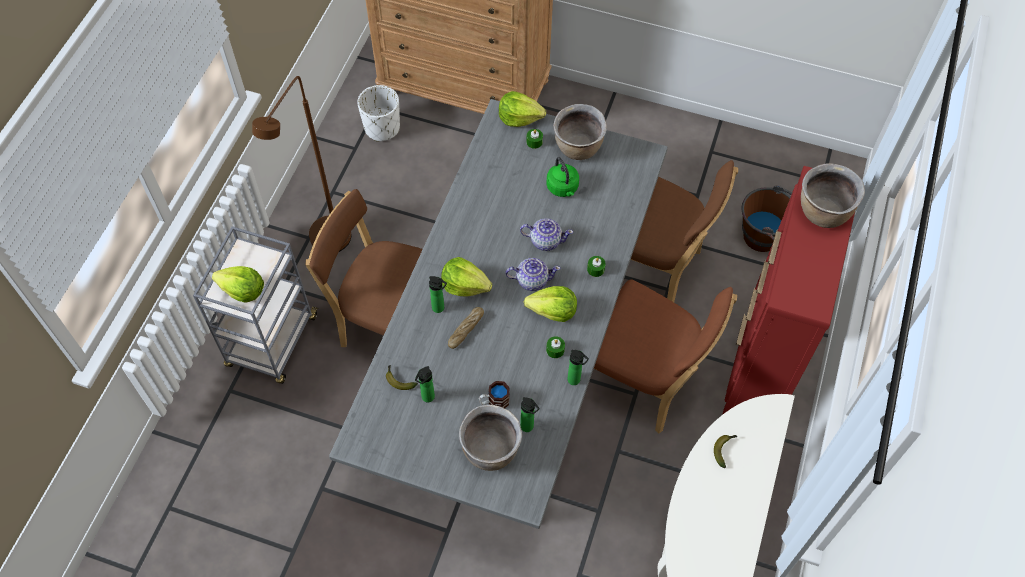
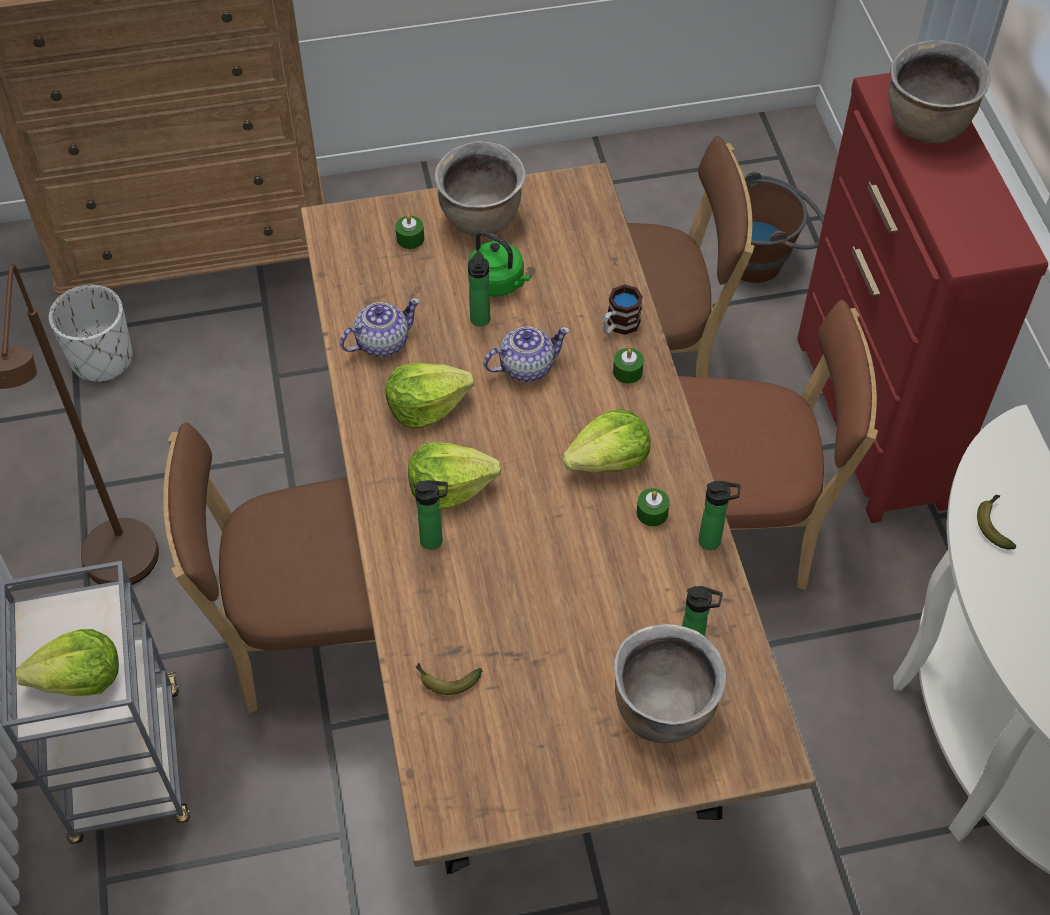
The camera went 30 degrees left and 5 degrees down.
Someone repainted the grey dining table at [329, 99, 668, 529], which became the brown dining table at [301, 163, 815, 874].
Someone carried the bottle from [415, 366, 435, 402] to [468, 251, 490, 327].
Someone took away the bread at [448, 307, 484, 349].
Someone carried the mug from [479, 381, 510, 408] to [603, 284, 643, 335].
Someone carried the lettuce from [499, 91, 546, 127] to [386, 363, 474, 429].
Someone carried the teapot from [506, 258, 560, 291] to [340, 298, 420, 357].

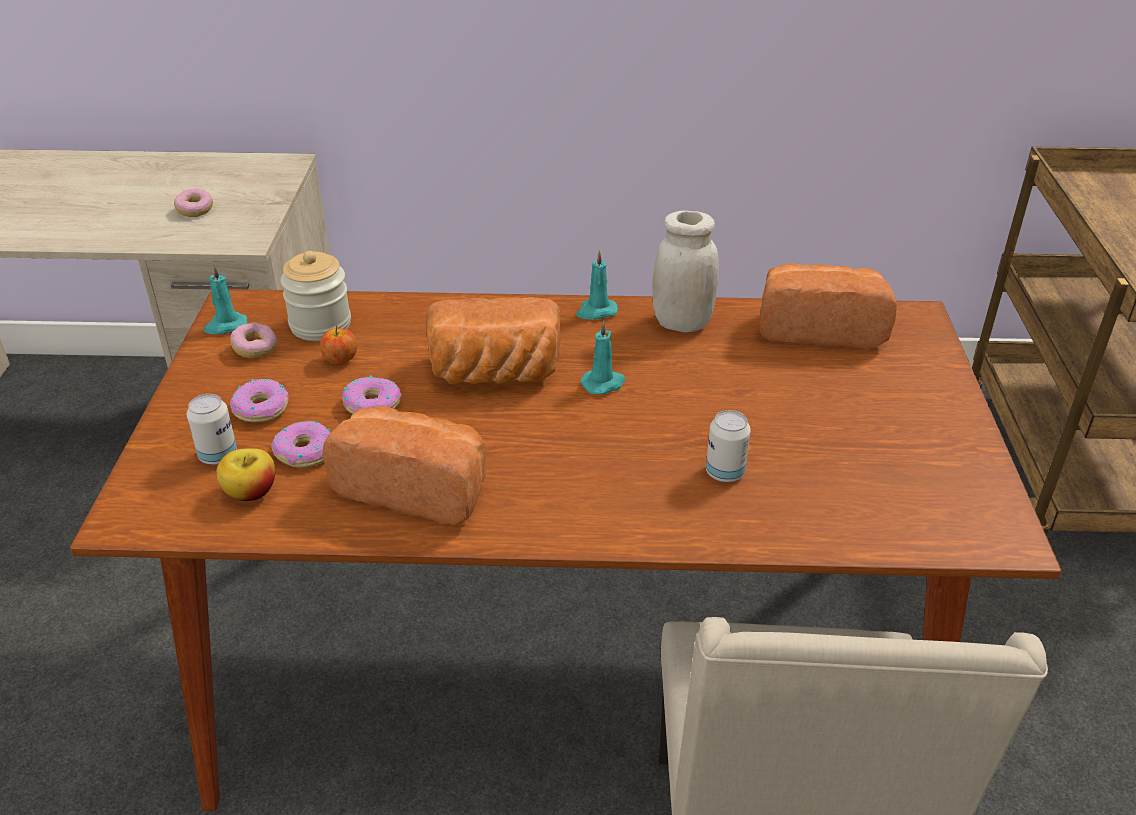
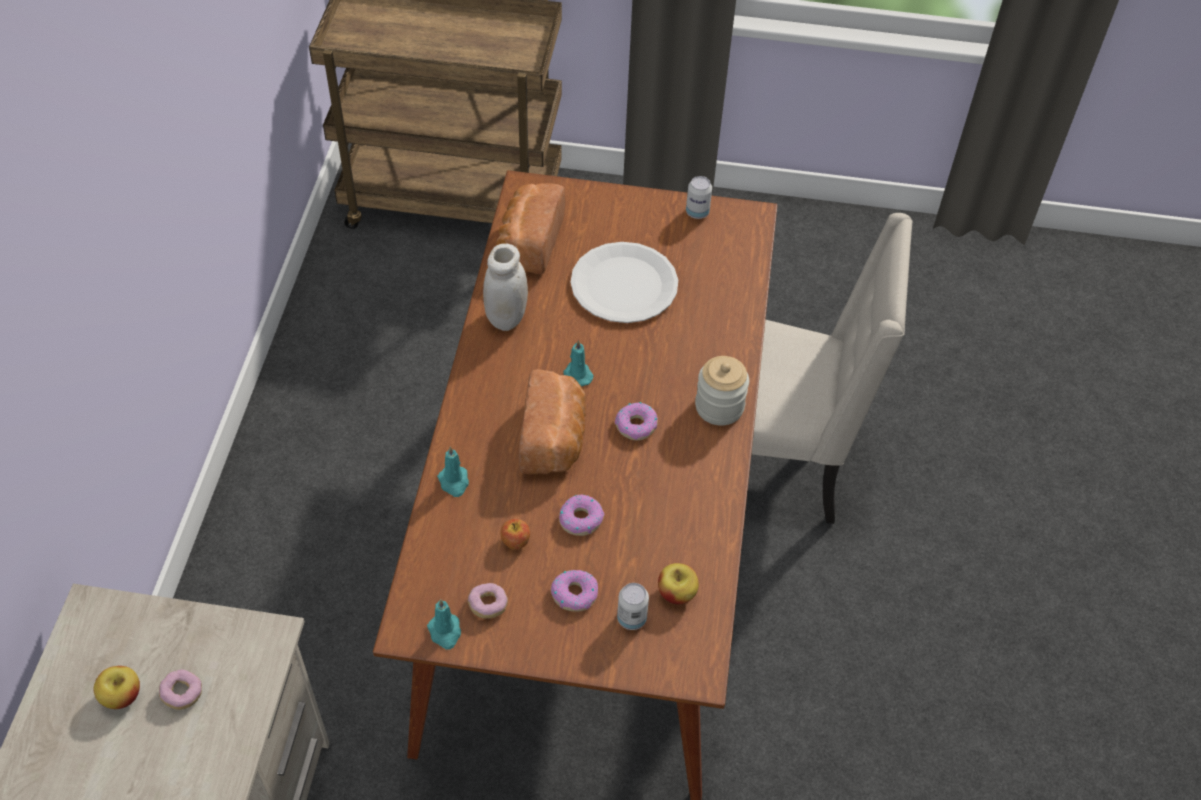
The camera went 85 degrees left and 15 degrees up.
Someone carried the donut from [271, 421, 330, 468] to [615, 402, 658, 440].
Someone carried the jar from [280, 251, 351, 341] to [695, 356, 749, 426].
Someone took away the bread at [322, 406, 486, 525].
Someone carried the turquoise candle from [576, 250, 618, 319] to [437, 446, 469, 497].
Someone carried the can from [706, 410, 751, 482] to [686, 176, 712, 219].
Someone put down the apple at [94, 666, 140, 709].
Someone put down the white plate at [571, 242, 678, 323].

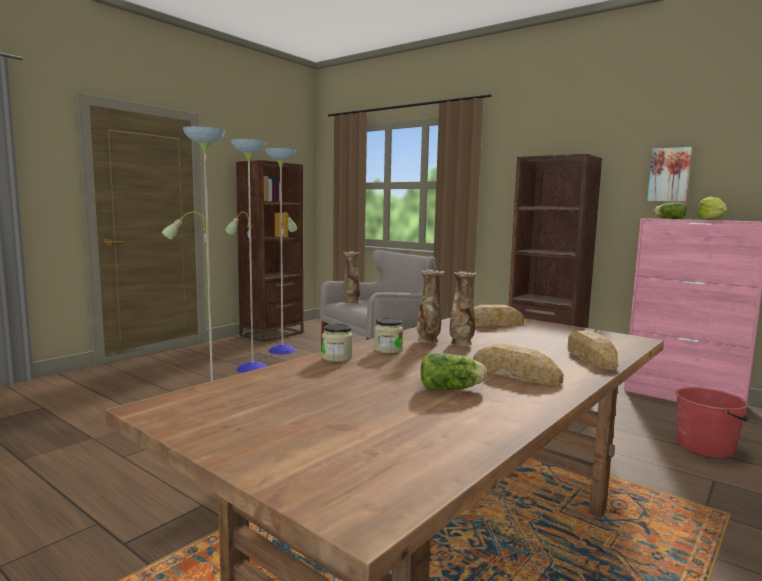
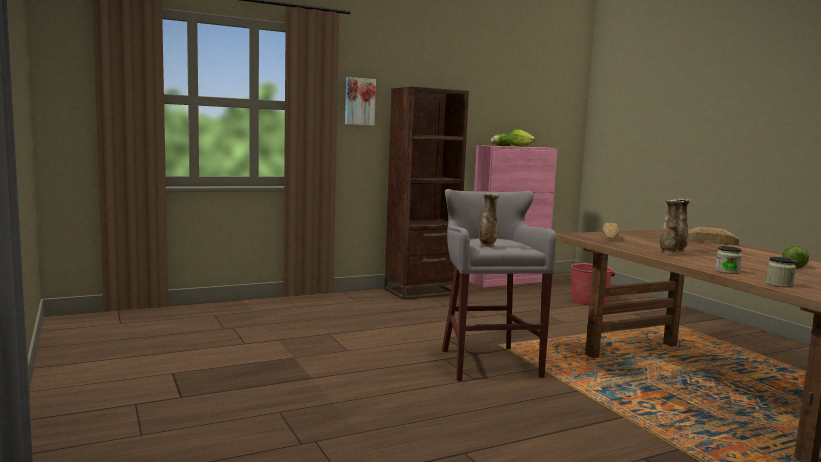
The camera went 65 degrees left and 0 degrees up.
Someone took away the floor lamp at [162, 126, 297, 381].
Someone took away the brown bookcase at [236, 160, 304, 342].
Someone carried the jar from [374, 318, 403, 354] to [765, 257, 796, 288].
Someone took away the bread at [473, 343, 564, 386].
Someone carried the picture from [647, 147, 692, 202] to [345, 77, 376, 126].

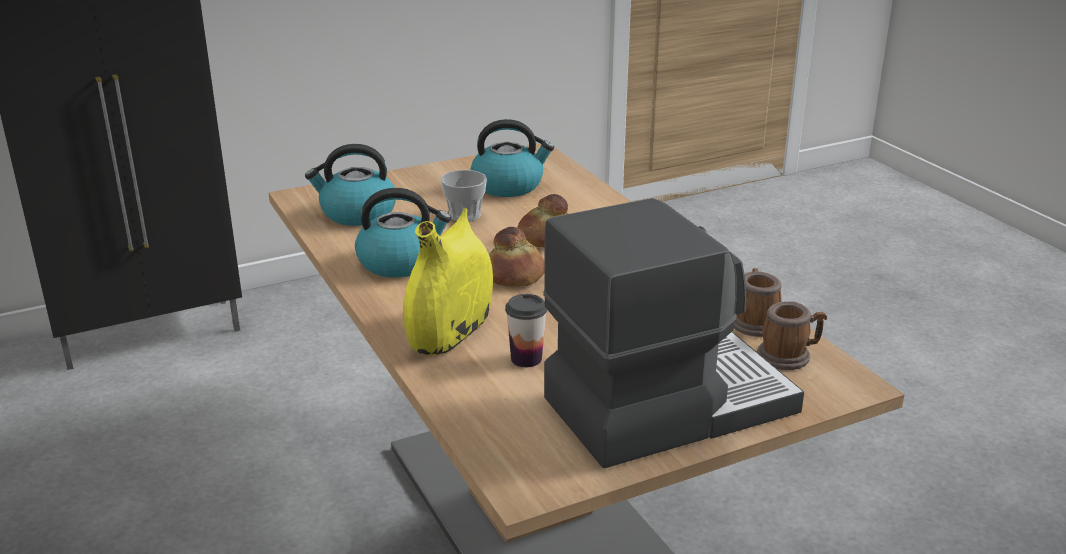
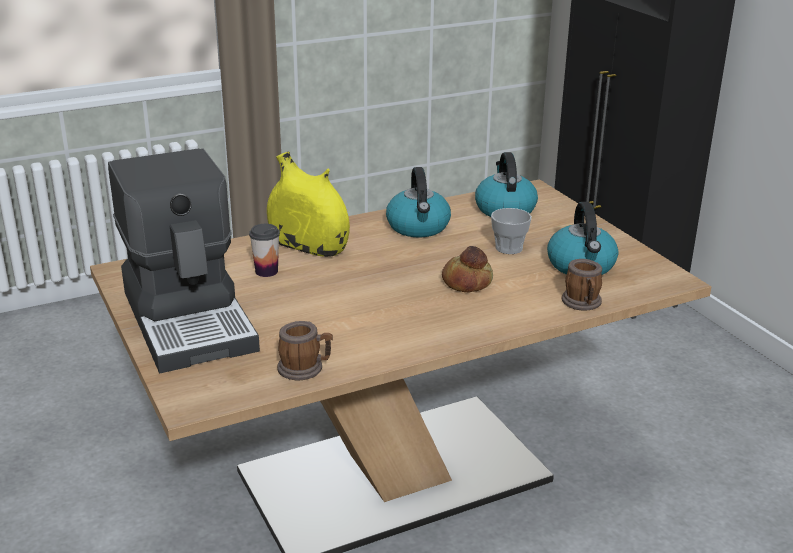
The camera went 90 degrees right and 0 degrees up.
Someone took away the bread at [489, 227, 545, 287].
Someone carried the mug from [757, 301, 827, 370] to [562, 259, 602, 310].

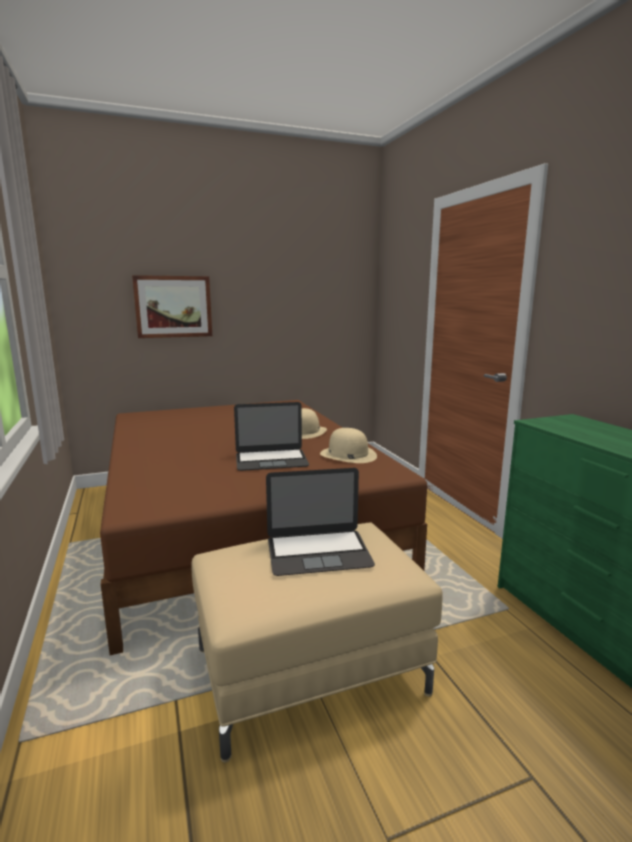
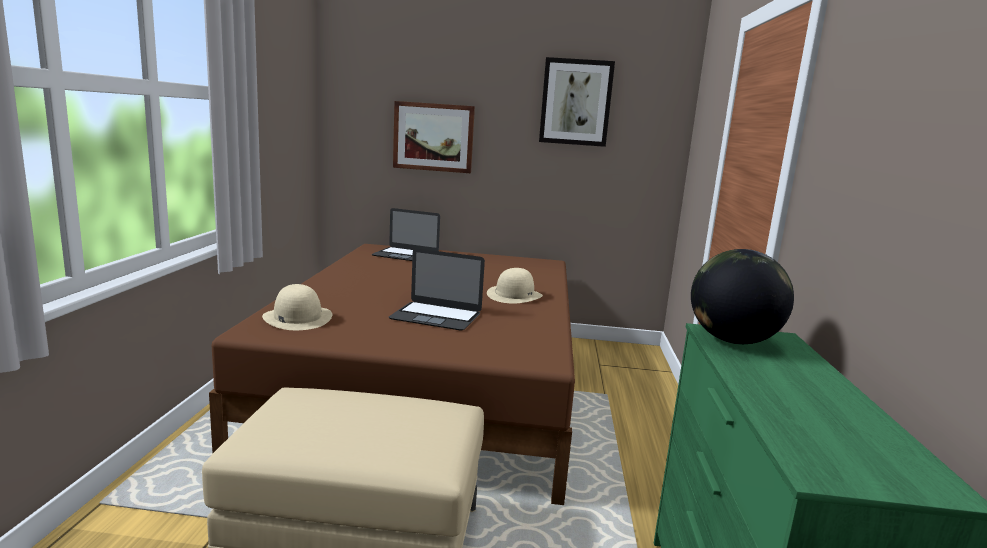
The camera went 25 degrees right and 0 degrees up.
Someone carried the laptop from [266, 468, 375, 576] to [372, 208, 440, 261].
Someone carried the beige hat from [320, 428, 377, 463] to [262, 284, 332, 330].
Someone put up the picture at [539, 57, 615, 147].
Someone put down the globe at [691, 249, 794, 344].

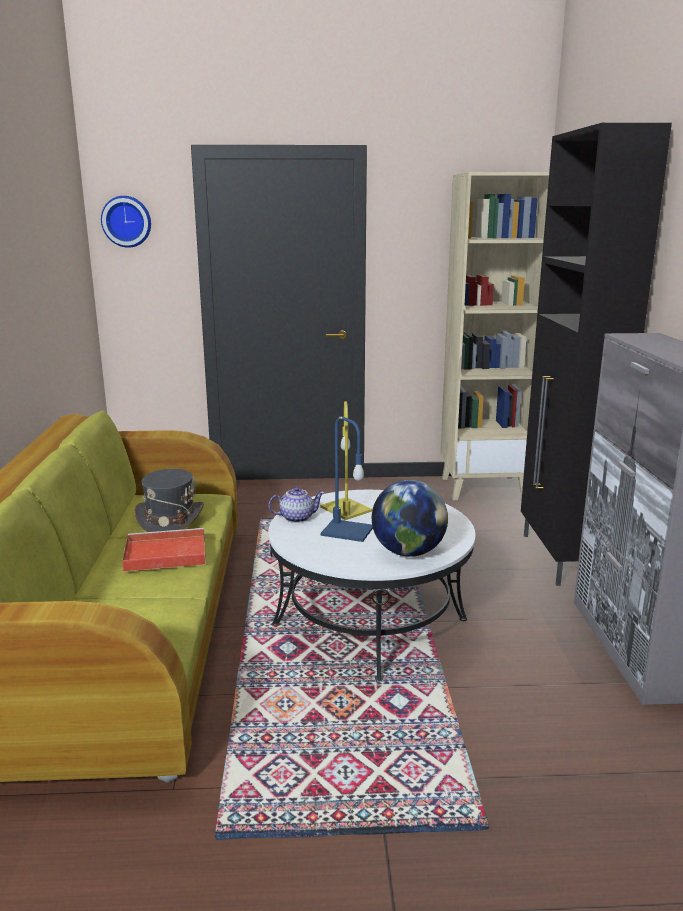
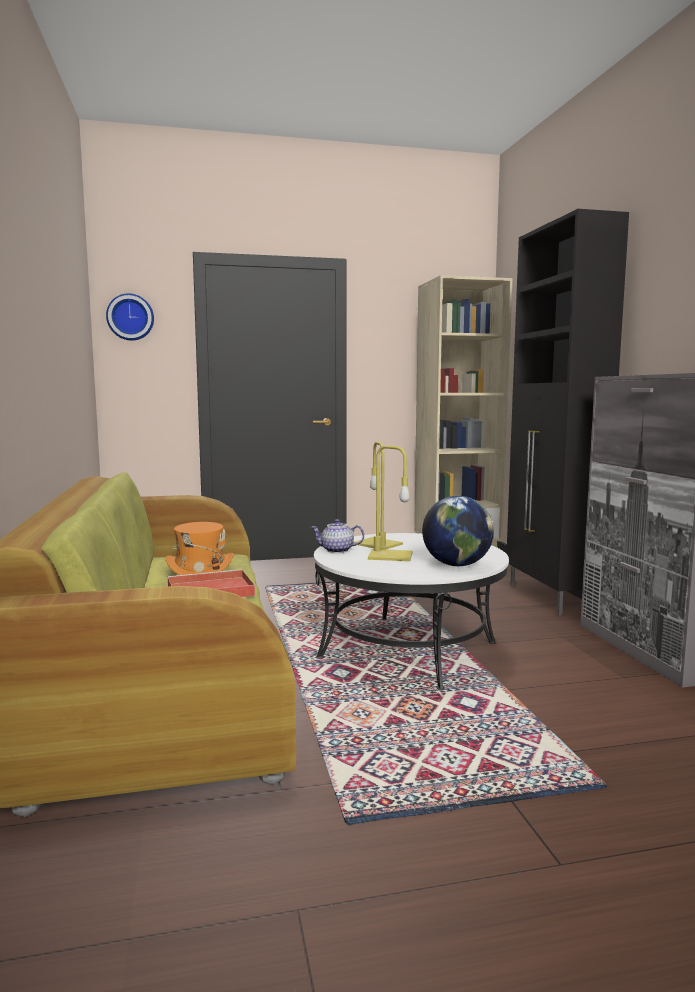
The camera went 10 degrees left and 10 degrees down.
Someone repainted the grey hat at [134, 468, 204, 532], which became the orange hat at [166, 522, 234, 575].
Someone rotated the teapot at [268, 487, 324, 523] by 150 degrees counterclockwise.
Someone repainted the blue table lamp at [320, 416, 373, 542], which became the yellow table lamp at [368, 445, 412, 561].

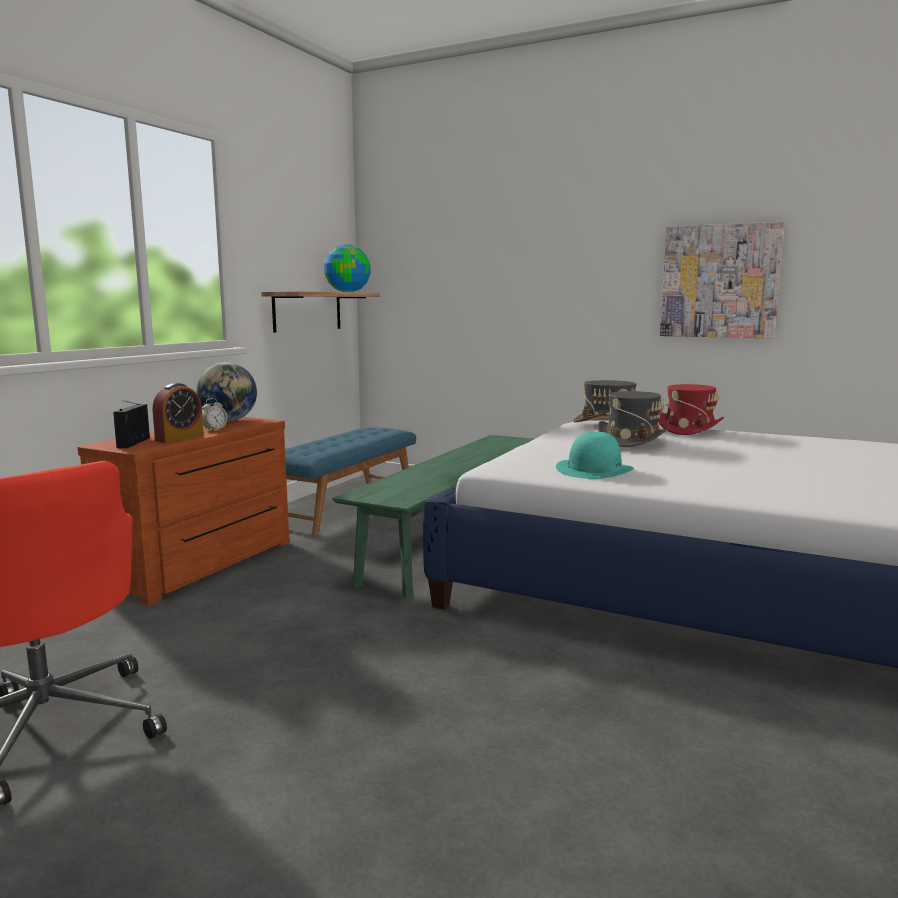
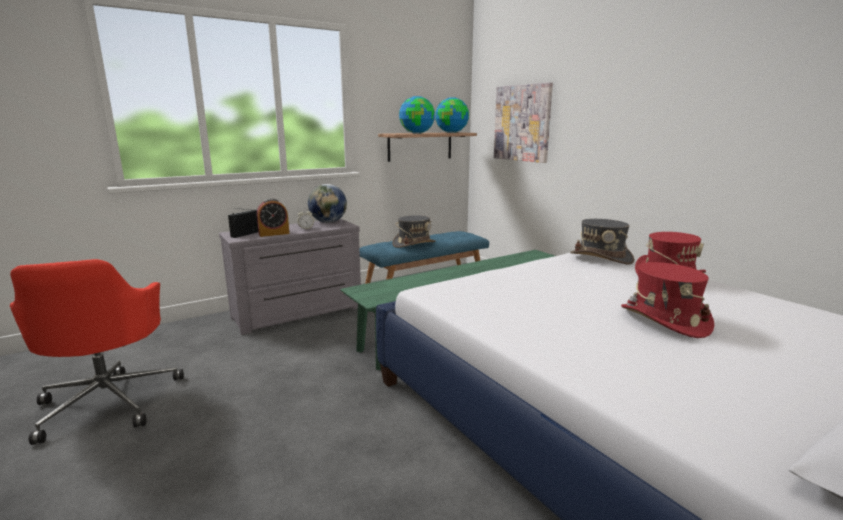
The camera went 30 degrees right and 5 degrees up.
Someone repainted the brown dresser at [78, 417, 289, 606], which became the grey dresser at [219, 219, 361, 335].
Someone took away the turquoise hat at [556, 432, 634, 479].
Someone carried the grey hat from [597, 391, 669, 447] to [392, 215, 436, 248].
Someone carried the picture from [660, 222, 785, 339] to [494, 82, 553, 163].
Someone put down the globe at [399, 96, 435, 133].
Someone put down the red hat at [621, 262, 714, 338].

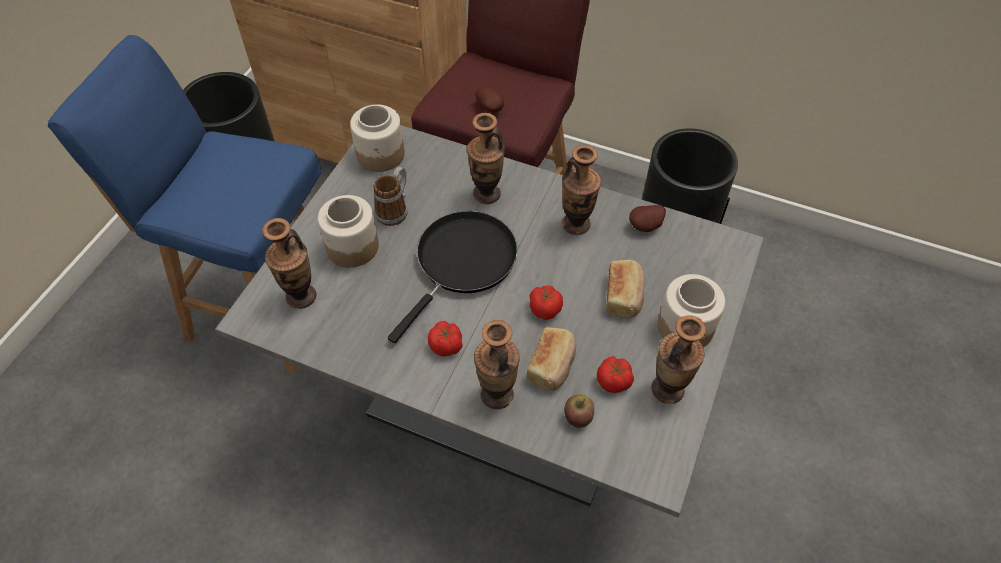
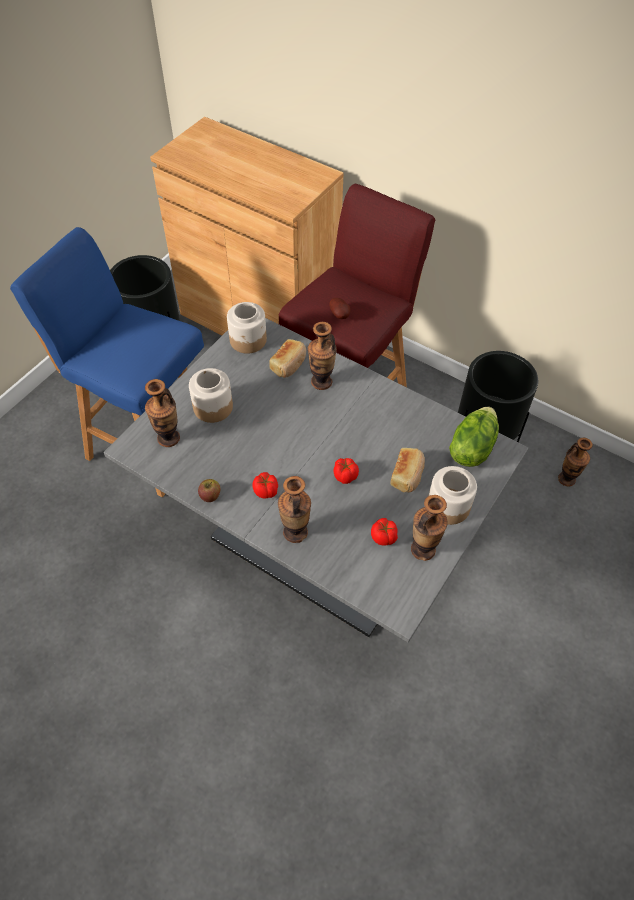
The camera went 10 degrees right and 0 degrees up.
Someone took away the mug at [373, 167, 407, 226].
Someone took away the black frying pan at [388, 211, 518, 343].
Someone carried the bread from [527, 327, 576, 391] to [269, 339, 306, 378].
Someone carried the vase from [562, 145, 601, 235] to [558, 438, 593, 487].
Someone carried the apple from [564, 394, 594, 428] to [198, 479, 221, 502].
Someone took away the potato at [629, 205, 666, 232].
Someone put down the lettuce at [449, 407, 499, 467].

